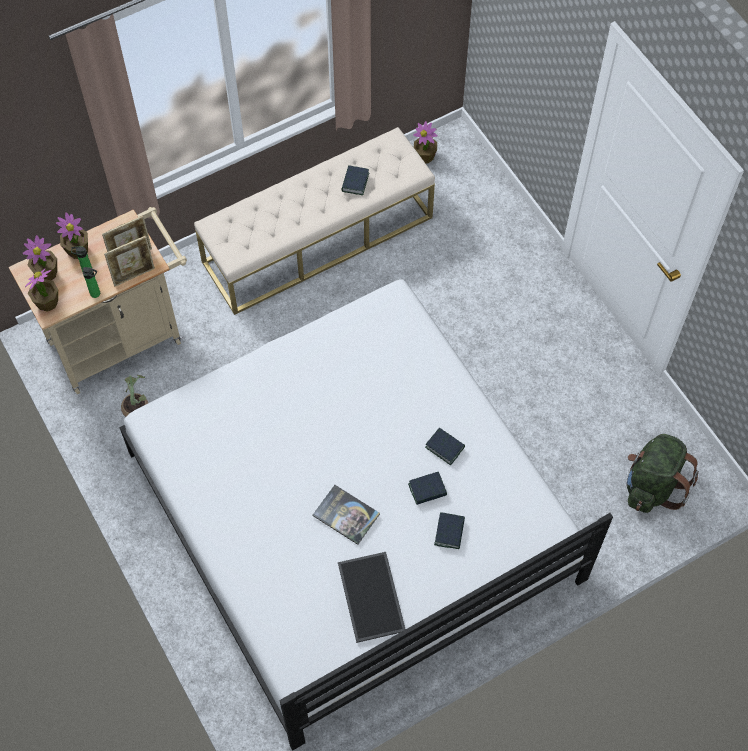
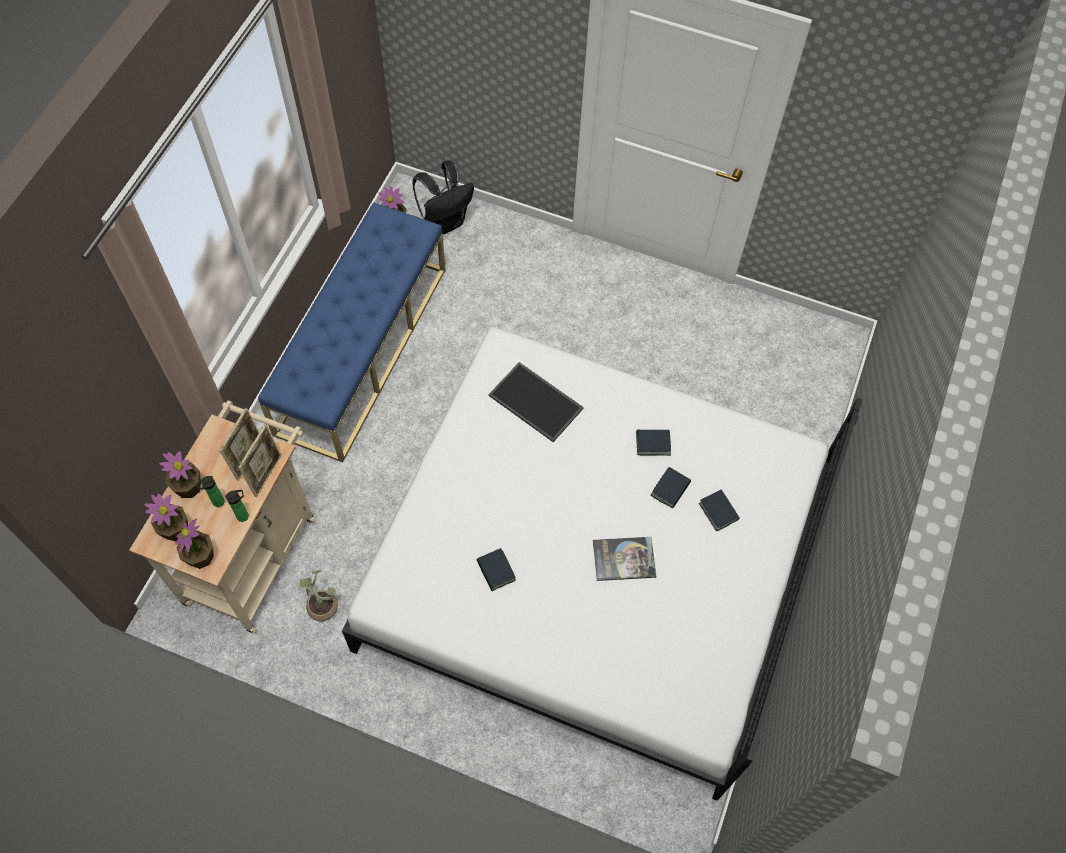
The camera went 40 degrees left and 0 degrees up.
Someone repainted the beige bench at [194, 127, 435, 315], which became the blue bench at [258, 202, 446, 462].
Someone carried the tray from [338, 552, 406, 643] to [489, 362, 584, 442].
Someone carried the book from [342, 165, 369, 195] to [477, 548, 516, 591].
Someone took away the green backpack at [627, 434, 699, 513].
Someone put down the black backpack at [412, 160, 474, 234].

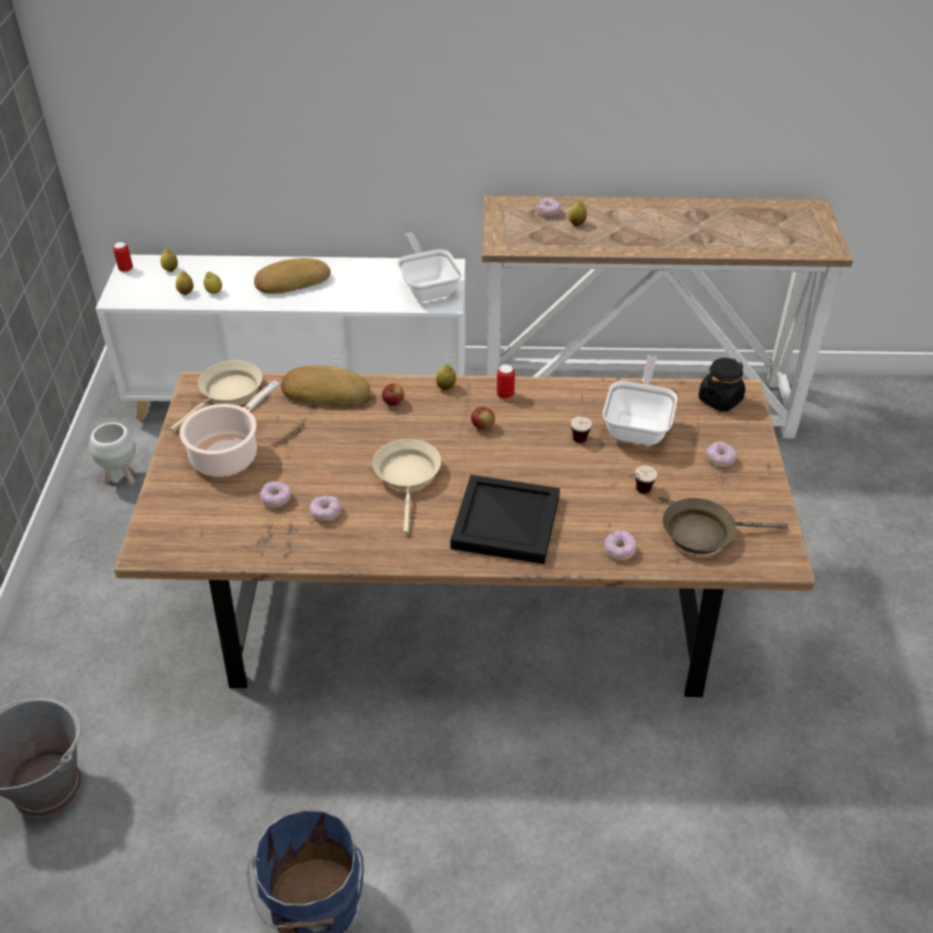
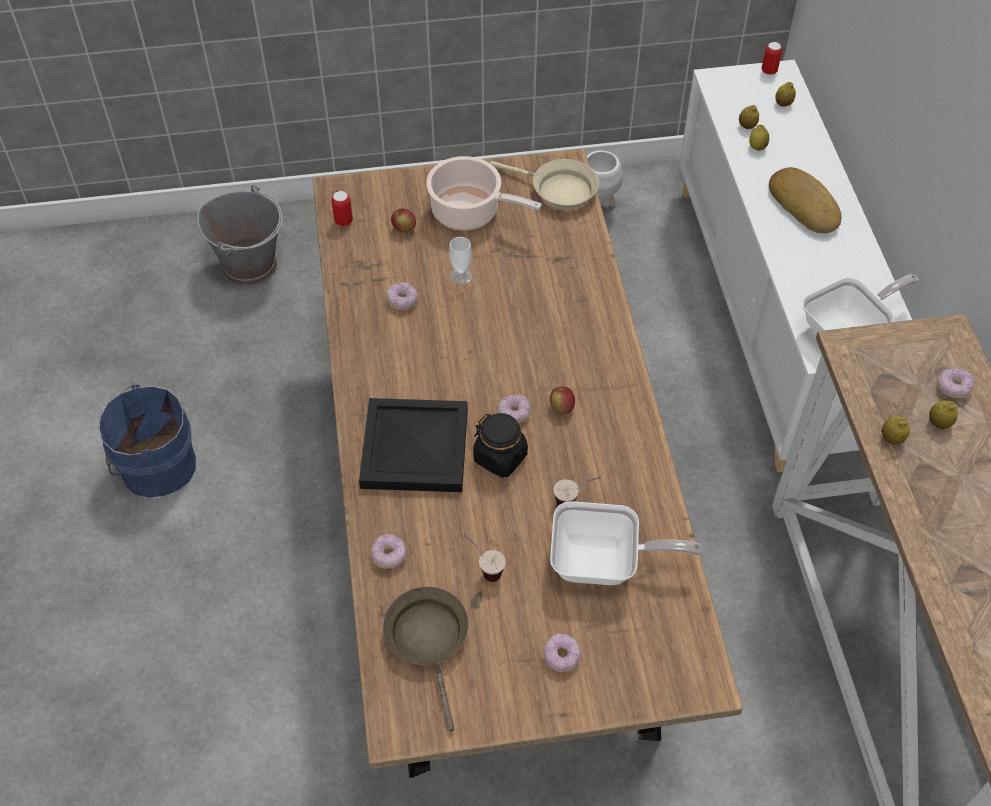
The camera went 80 degrees right and 10 degrees up.
Someone carried the donut from [260, 481, 291, 508] to [498, 394, 531, 424].
Someone took away the bread at [281, 365, 370, 405].
Someone took away the beige frying pan at [373, 439, 441, 534].
Someone carried the apple from [382, 383, 404, 406] to [391, 208, 416, 232].
Someone carried the lemon from [436, 364, 456, 390] to [881, 416, 910, 444].
Someone carried the can from [497, 365, 515, 399] to [331, 191, 353, 226].
Someone carried the black jar from [698, 358, 745, 412] to [473, 413, 528, 478].
Someone put down the cup at [449, 237, 472, 285].

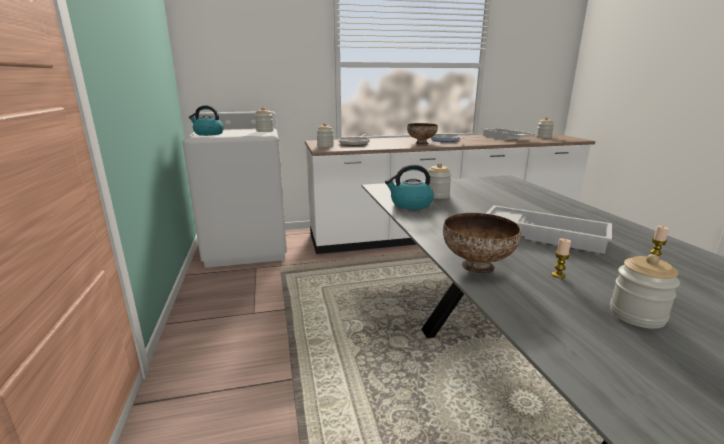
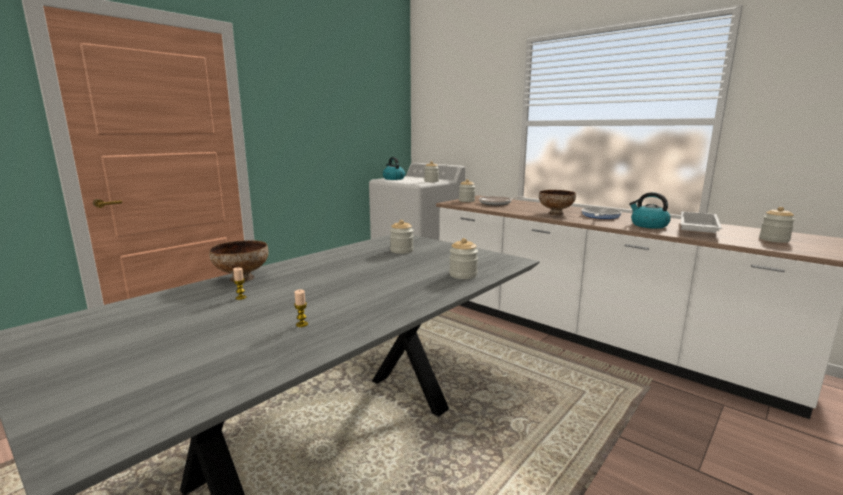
The camera went 55 degrees right and 5 degrees down.
Someone carried the kettle from [385, 164, 434, 210] to [629, 192, 671, 229].
Someone took away the white tray at [486, 205, 612, 254].
Someone carried the jar from [610, 254, 680, 329] to [449, 238, 478, 279].

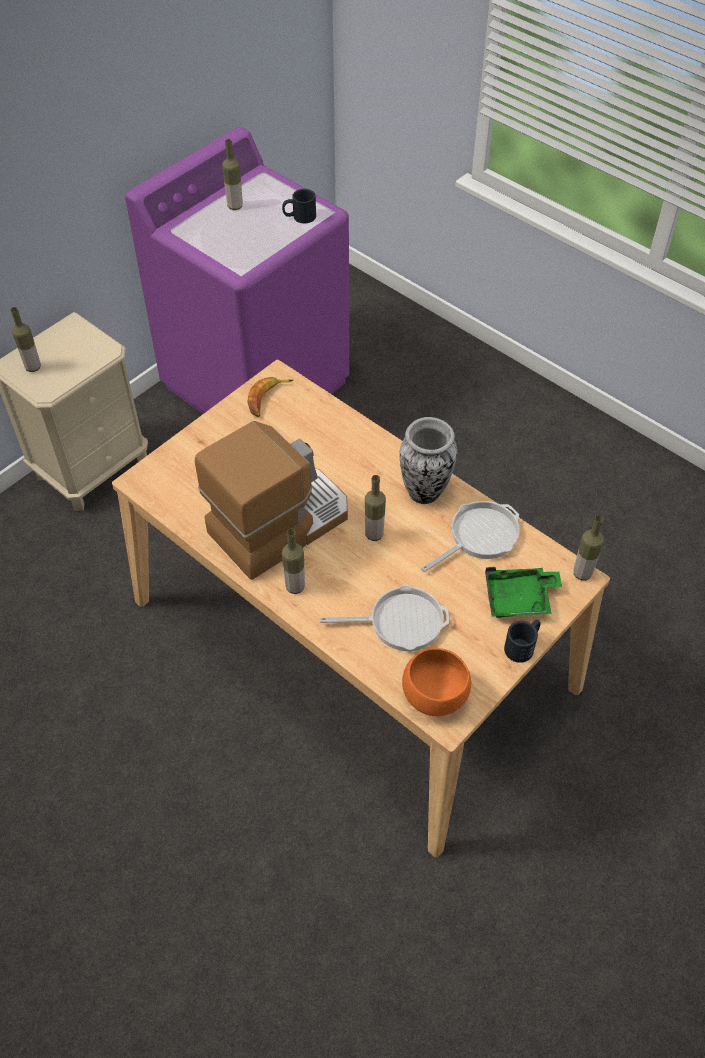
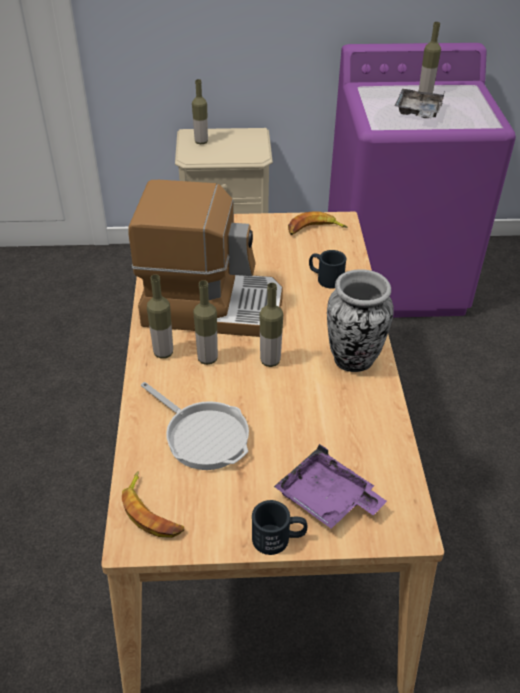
The camera went 45 degrees right and 10 degrees down.
Someone carried the black mug from [282, 189, 316, 223] to [309, 250, 346, 289].
Someone swapped the orange bowl at [402, 648, 471, 716] for the banana at [122, 471, 185, 538].
Someone took away the frying pan at [421, 501, 520, 572].
Someone repainted the green tray at [485, 567, 562, 618], which became the purple tray at [274, 444, 387, 529].
Someone carried the bottle from [574, 515, 604, 581] to [193, 280, 218, 365].
Someone put down the grey tray at [395, 89, 445, 118].

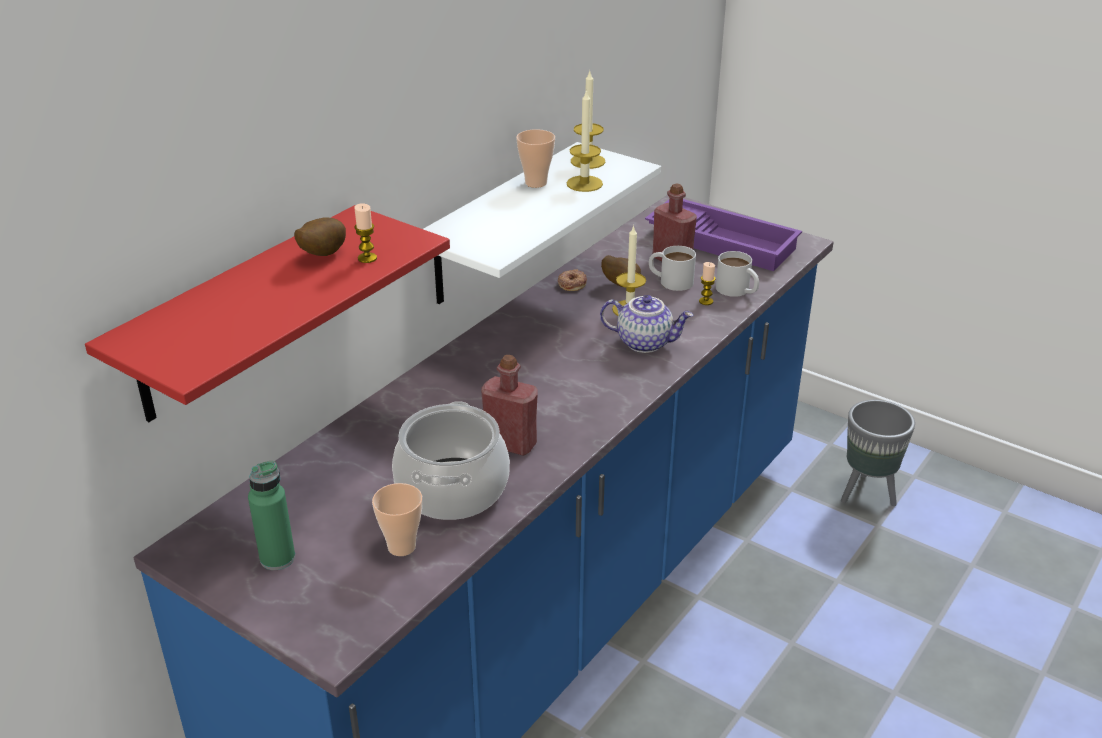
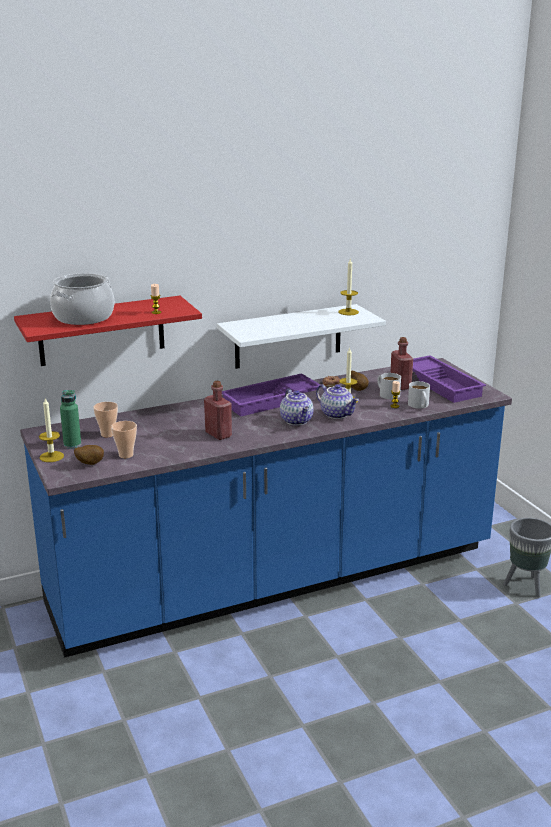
The camera went 30 degrees right and 10 degrees down.
Someone carried the potato from [294, 217, 346, 256] to [74, 445, 104, 465].
Someone carried the cooking pot from [392, 401, 510, 520] to [50, 273, 114, 325].
Someone carried the cup from [516, 129, 555, 188] to [93, 402, 118, 437].
Someone carried the candle from [567, 89, 603, 192] to [39, 398, 64, 462].
Someone put down the purple tray at [222, 373, 320, 417].
Someone put down the teapot at [280, 389, 314, 426].

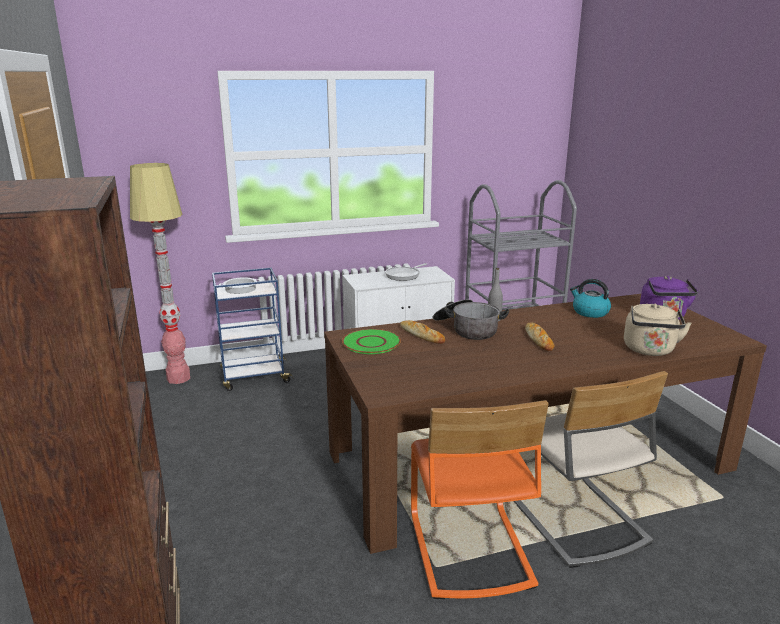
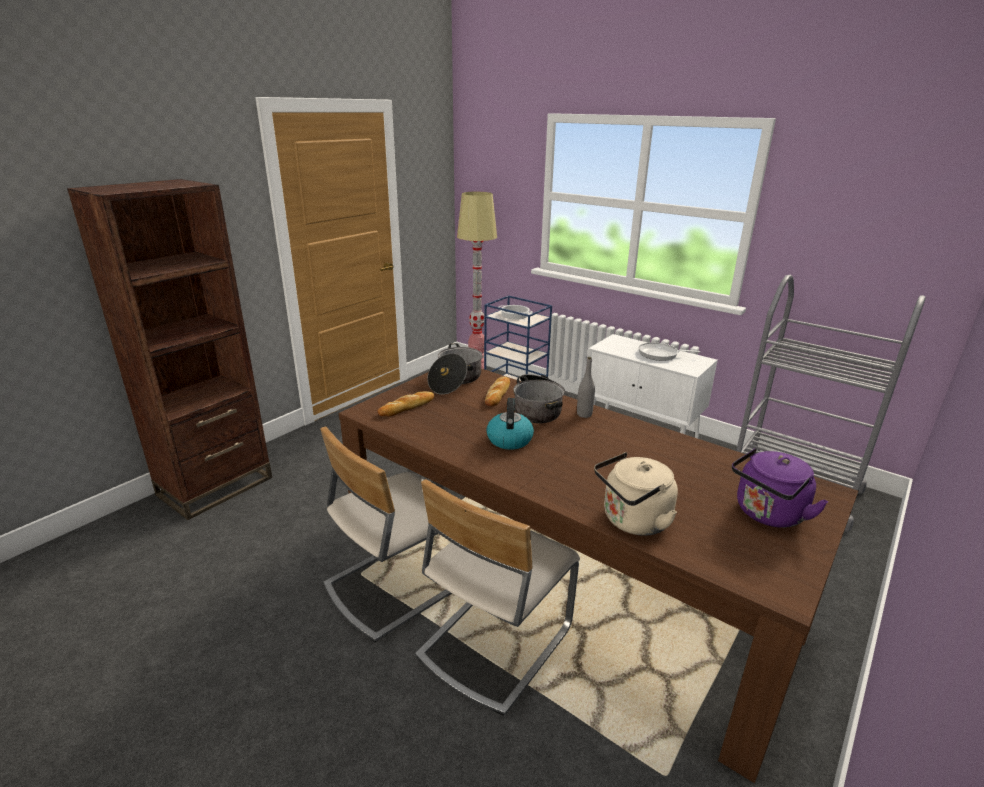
The camera went 55 degrees right and 5 degrees up.
Someone swapped the green plate at [342, 329, 401, 354] for the cooking pot at [427, 343, 483, 395].
Someone repainted the orange chair at [411, 400, 549, 599], which became the beige chair at [320, 426, 452, 642].
Someone carried the bread from [525, 322, 554, 351] to [377, 391, 435, 417].
Someone carried the kettle from [570, 279, 611, 318] to [486, 398, 534, 450].

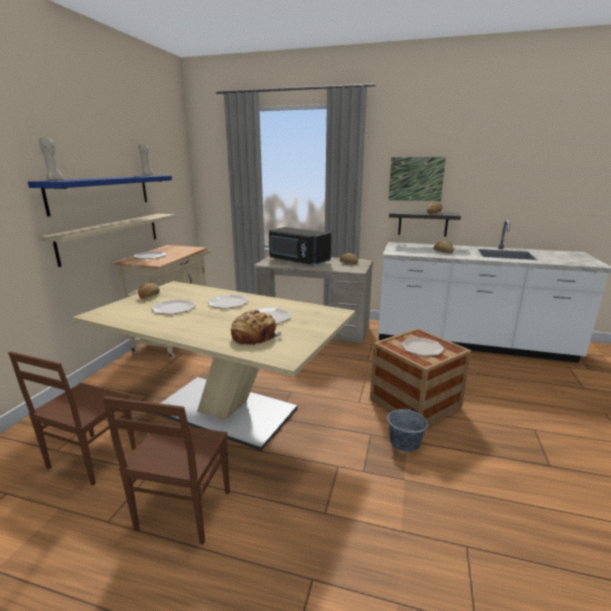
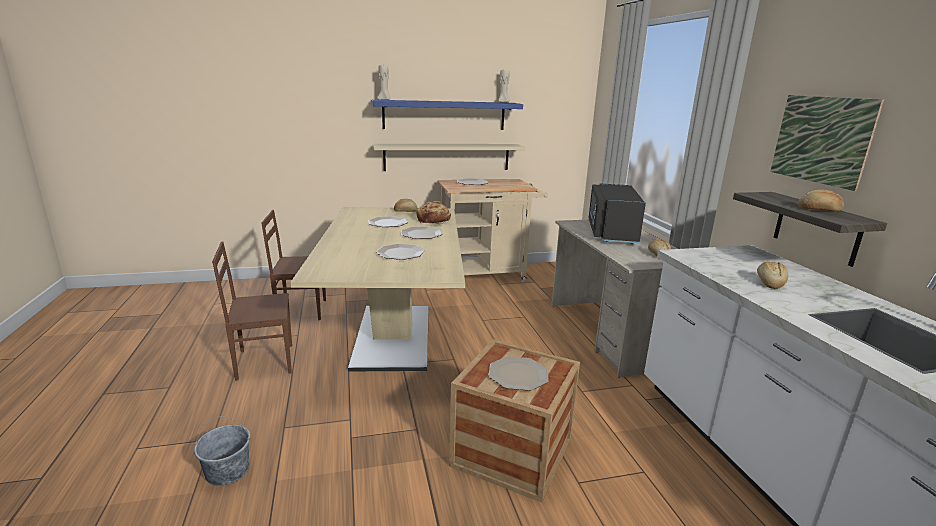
The camera went 60 degrees right and 0 degrees up.
Someone carried the bread from [231, 310, 282, 345] to [416, 201, 451, 224].
Someone carried the grey bucket from [387, 401, 428, 452] to [194, 416, 251, 486].

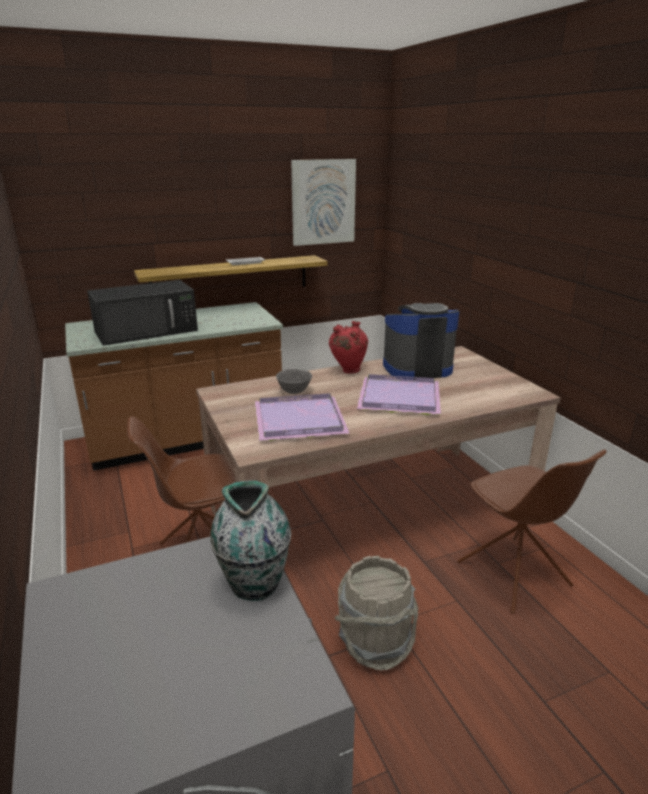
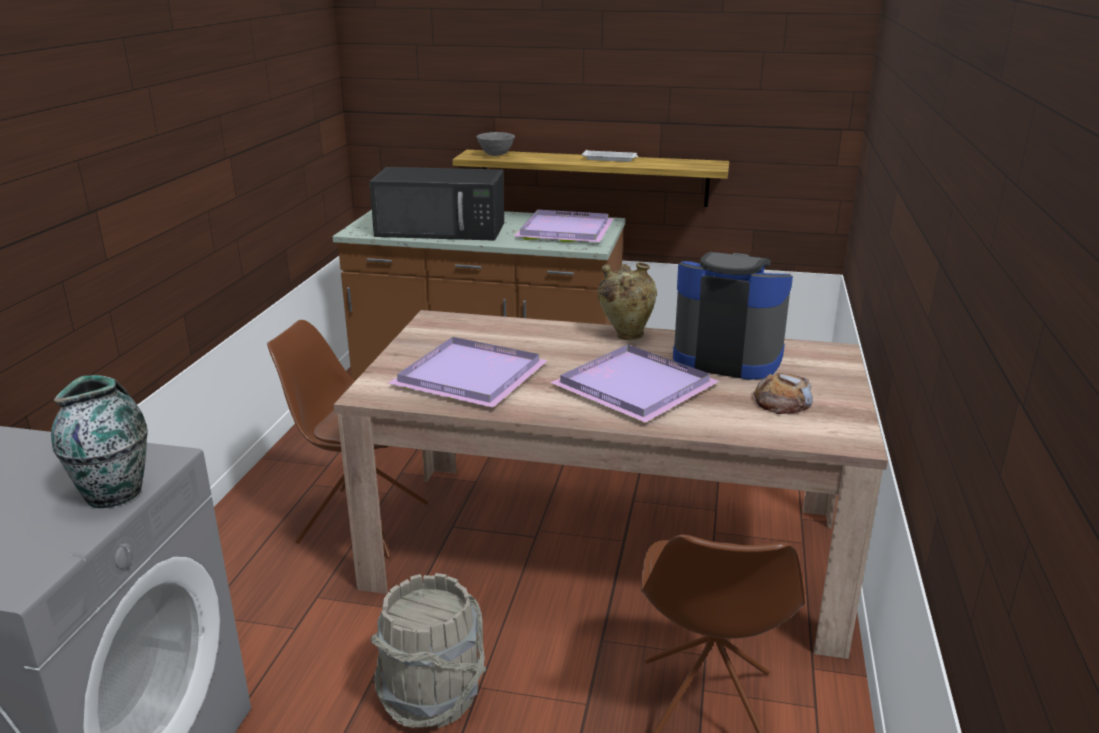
The camera went 35 degrees right and 0 degrees up.
Someone carried the grey bowl from [276, 369, 312, 394] to [476, 132, 515, 156].
Someone took away the picture at [291, 159, 356, 246].
Someone repainted the red vase at [329, 321, 368, 374], which became the beige vase at [597, 262, 657, 340].
Someone put down the purple tray at [514, 210, 614, 242].
Someone put down the bread at [753, 373, 813, 414].

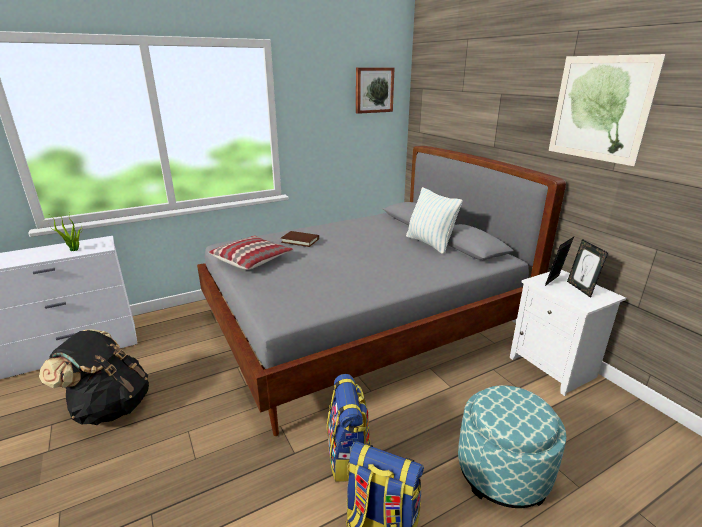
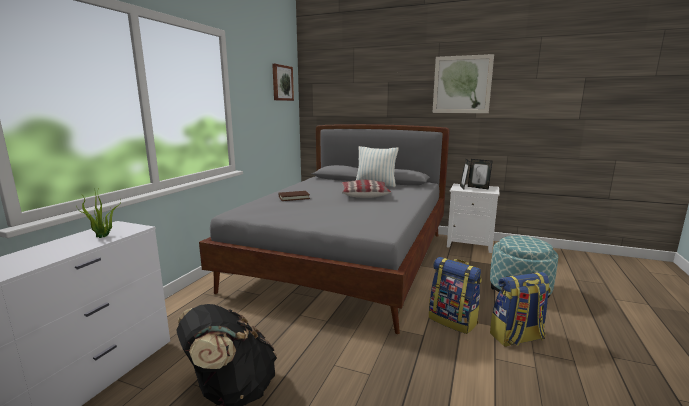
The camera went 40 degrees left and 10 degrees down.
Someone carried the pillow from [208, 236, 293, 270] to [342, 180, 391, 198].

